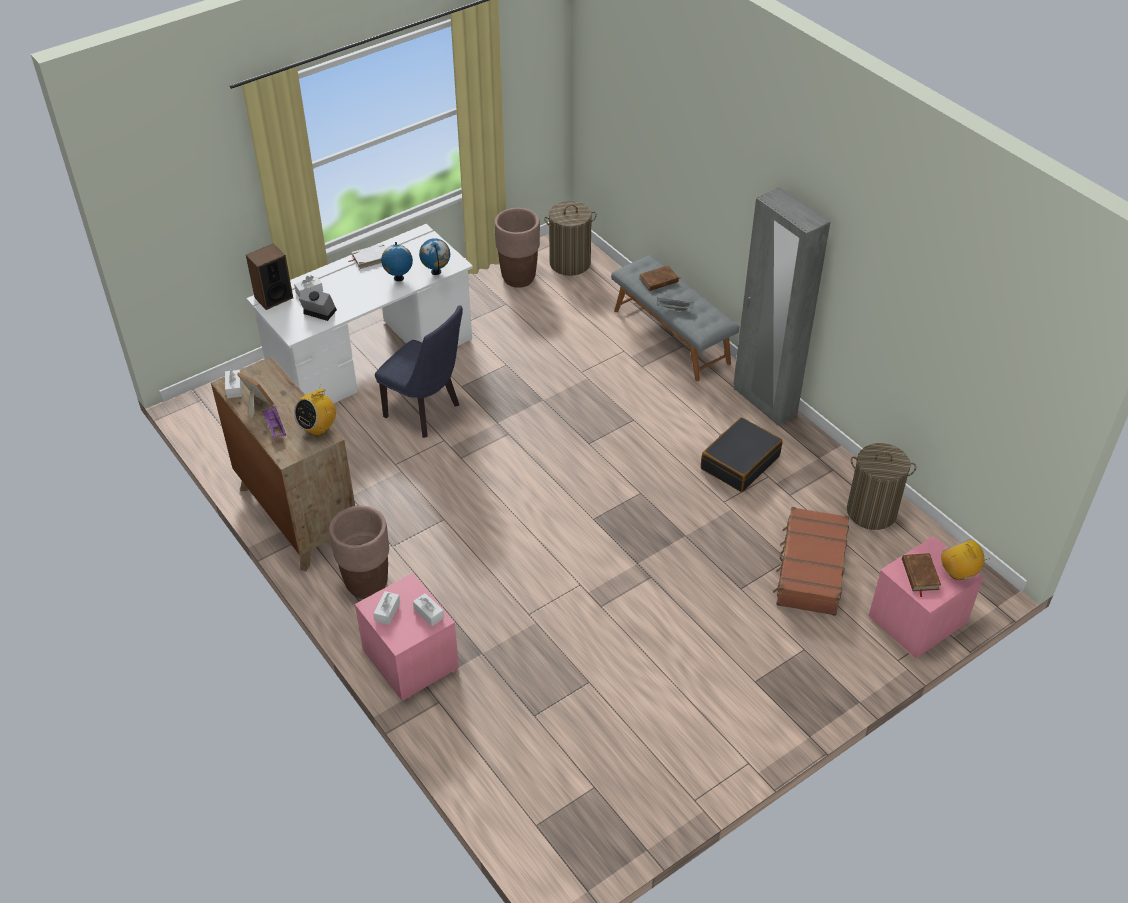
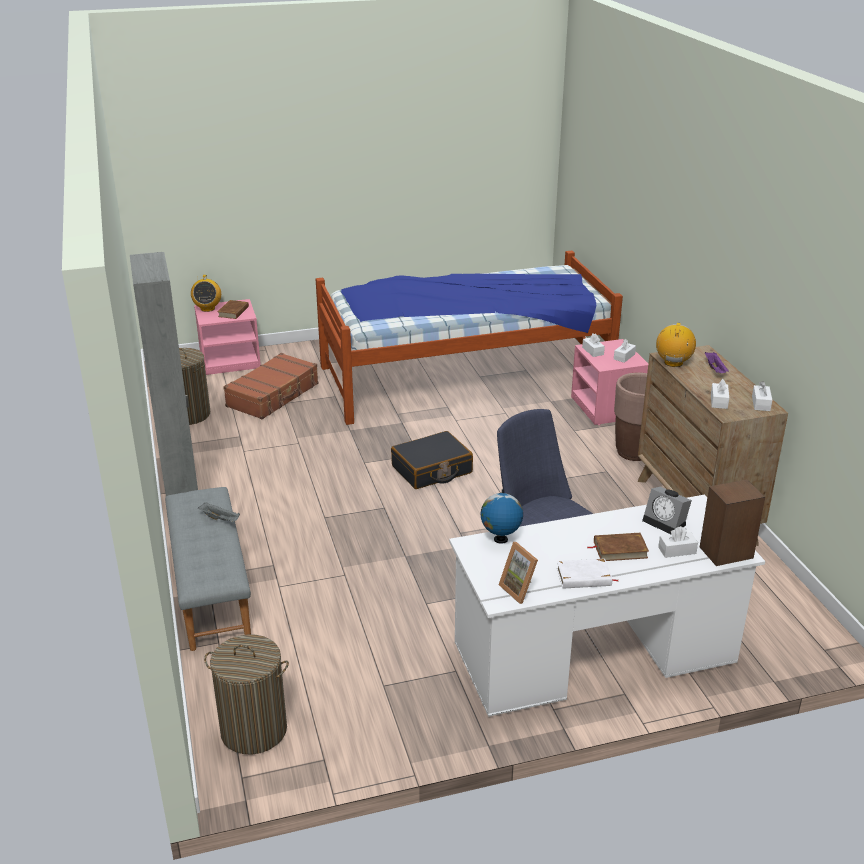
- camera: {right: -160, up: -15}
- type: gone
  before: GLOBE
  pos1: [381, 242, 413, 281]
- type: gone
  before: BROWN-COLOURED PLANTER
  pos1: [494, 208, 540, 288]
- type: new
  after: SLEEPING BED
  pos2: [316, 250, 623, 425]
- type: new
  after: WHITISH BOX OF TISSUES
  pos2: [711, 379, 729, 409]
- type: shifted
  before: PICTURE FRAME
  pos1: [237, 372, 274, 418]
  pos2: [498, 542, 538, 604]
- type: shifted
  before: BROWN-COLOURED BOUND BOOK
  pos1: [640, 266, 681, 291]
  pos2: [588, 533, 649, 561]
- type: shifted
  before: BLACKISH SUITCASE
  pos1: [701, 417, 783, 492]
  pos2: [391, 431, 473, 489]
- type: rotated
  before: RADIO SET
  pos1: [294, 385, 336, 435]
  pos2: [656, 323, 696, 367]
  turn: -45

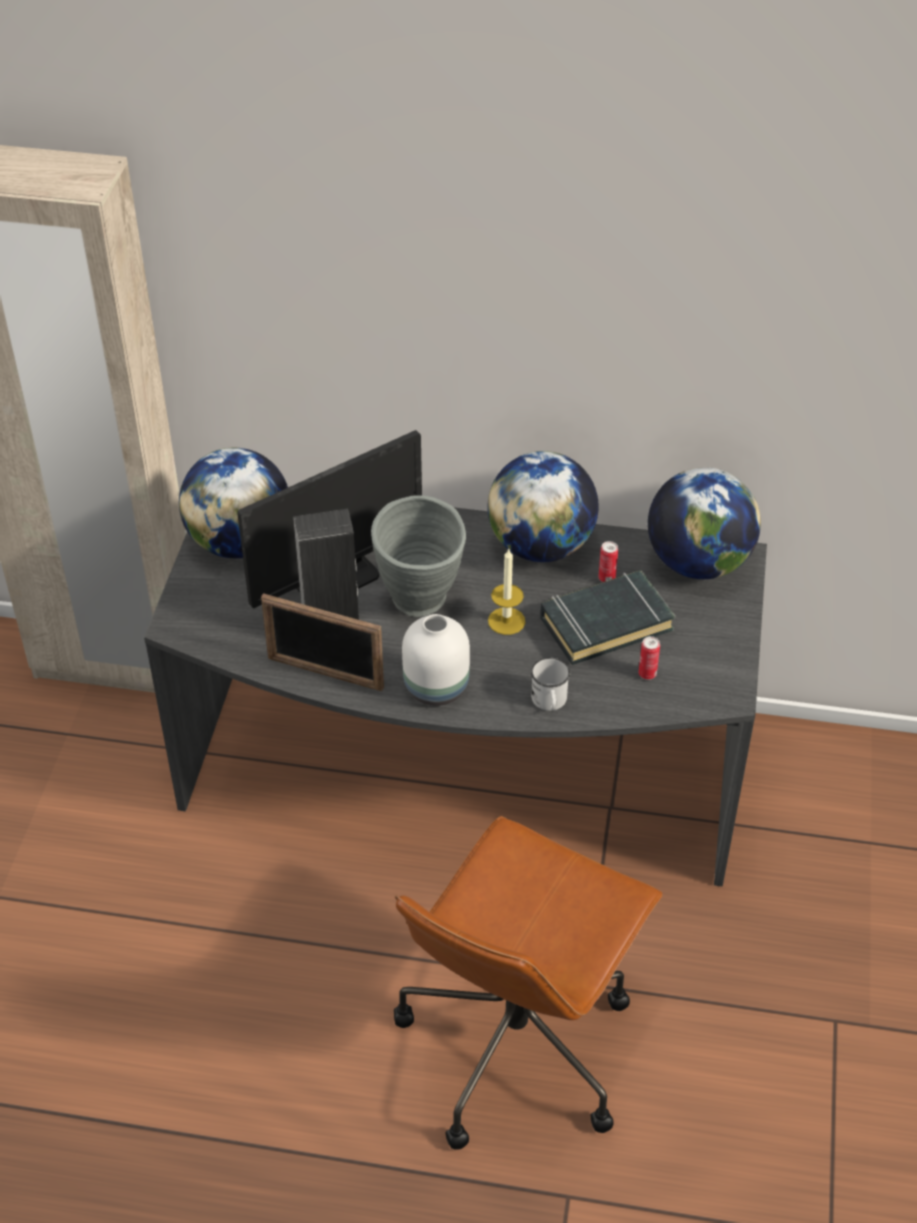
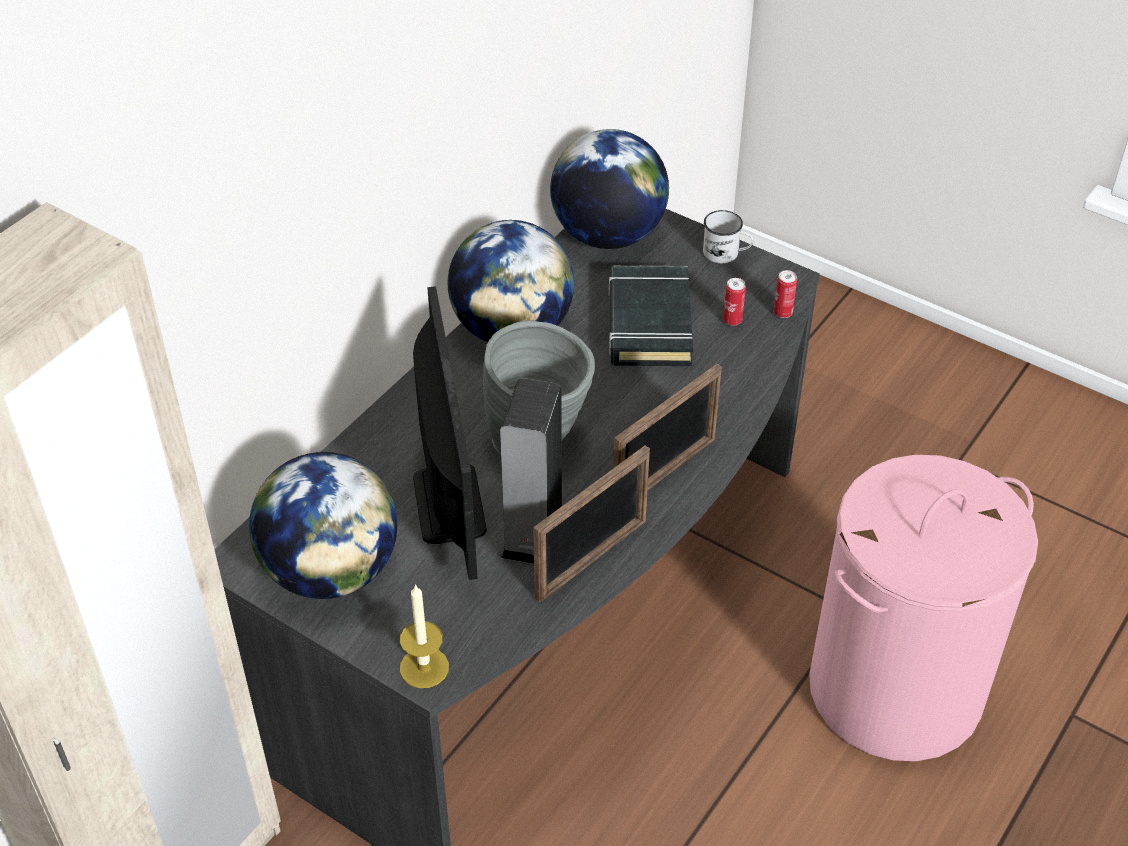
- camera: {right: -65, up: 0}
- type: shifted
  before: WAX CANDLE
  pos1: [488, 549, 525, 635]
  pos2: [400, 584, 449, 688]
- type: shifted
  before: WHITISH MUG
  pos1: [531, 658, 570, 711]
  pos2: [703, 210, 754, 263]
- type: shifted
  before: SEALED CAN
  pos1: [598, 541, 618, 582]
  pos2: [774, 270, 797, 318]
- type: swapped
  before: BROWN-COLOURED DESK CHAIR
  after: PINK-COLOURED LAUNDRY BASKET
  pos1: [394, 816, 662, 1150]
  pos2: [809, 455, 1038, 761]
- type: swapped
  before: WHITISH FLOWER VASE
  after: PICTURE FRAME
  pos1: [402, 614, 470, 706]
  pos2: [613, 364, 721, 490]

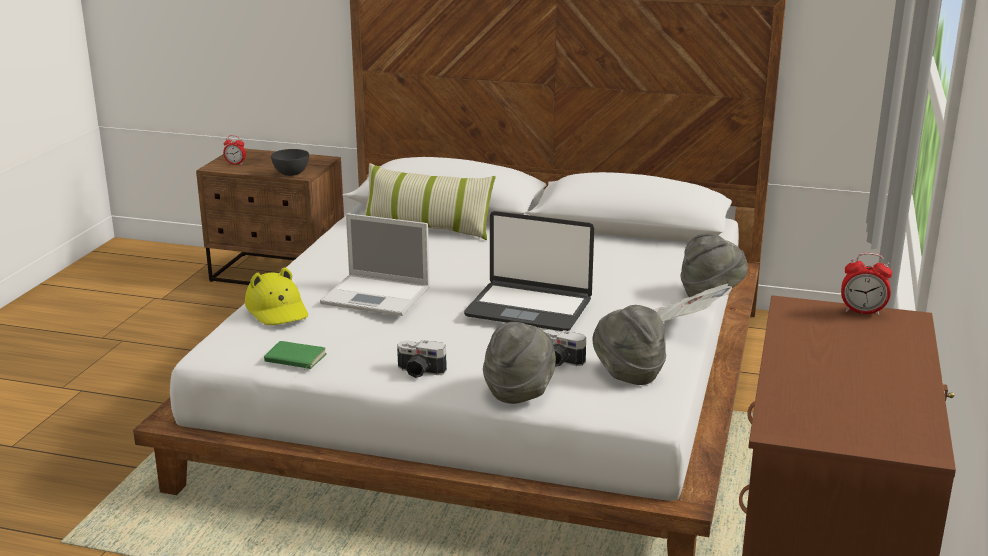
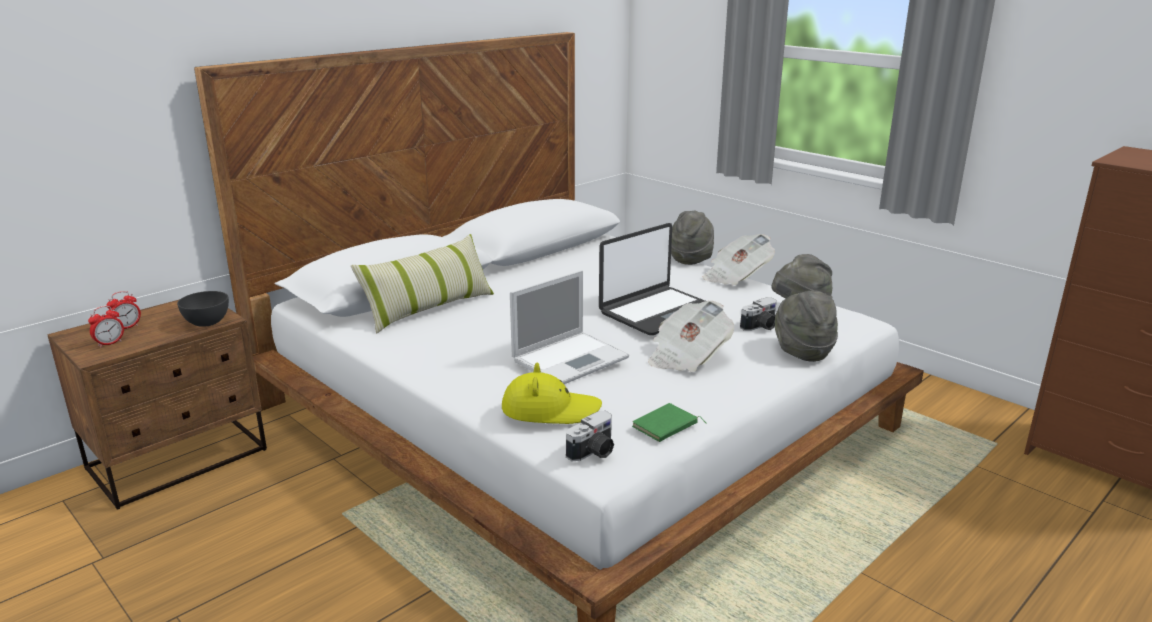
- camera: {right: -60, up: 0}
- type: new
  after: PRINTED PAPER
  pos2: [648, 301, 734, 372]
- type: shifted
  before: STILL CAMERA
  pos1: [397, 340, 447, 378]
  pos2: [566, 411, 614, 461]
- type: shifted
  before: BEDSIDE CLOCK
  pos1: [841, 253, 892, 316]
  pos2: [107, 291, 141, 329]

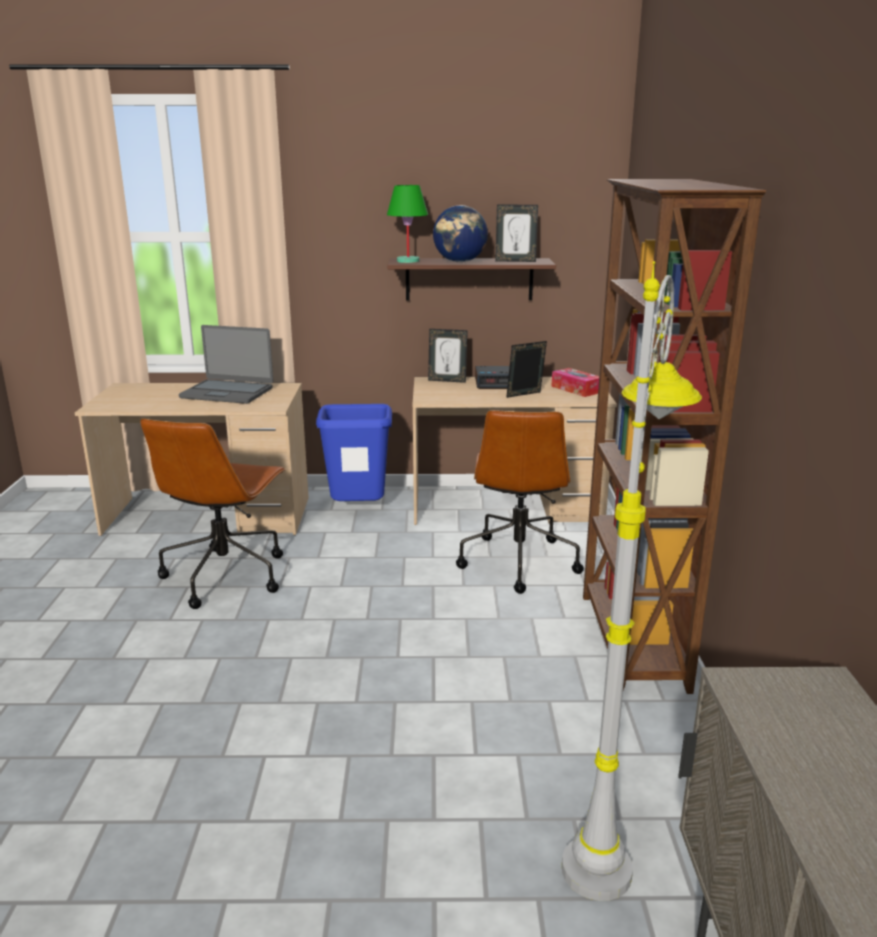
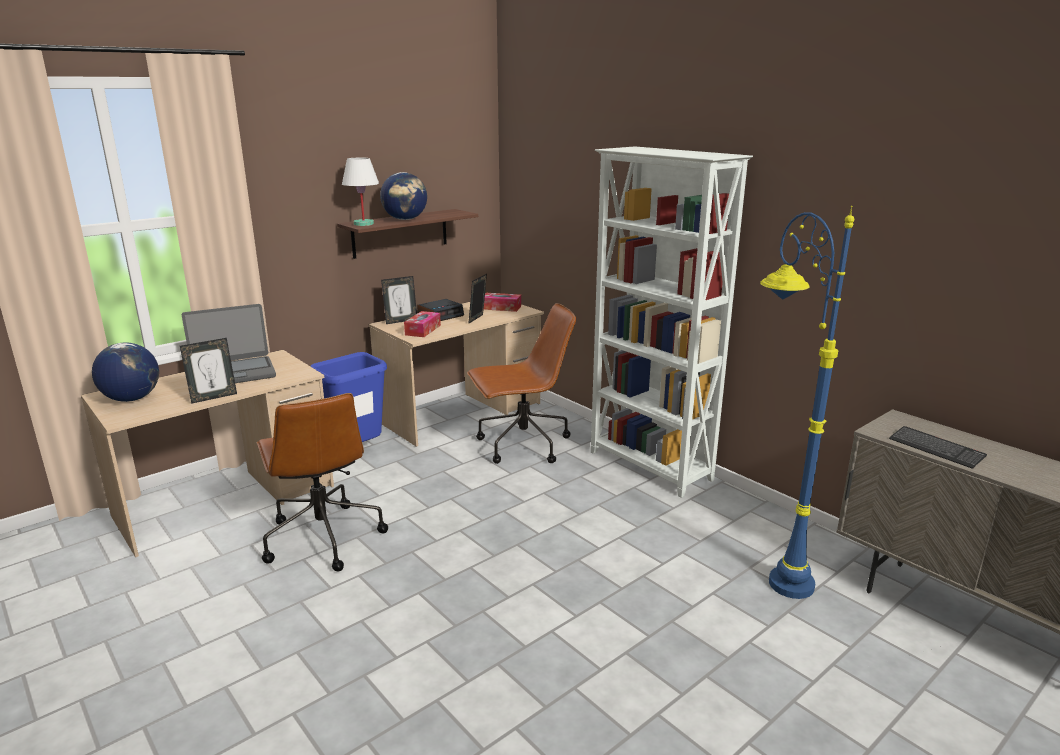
- camera: {right: -40, up: 0}
- type: new
  after: GLOBE
  pos2: [92, 343, 159, 402]
- type: new
  after: BOX OF TISSUES
  pos2: [404, 311, 441, 337]
- type: new
  after: COMPUTER KEYBOARD
  pos2: [889, 426, 987, 469]
- type: shifted
  before: PICTURE FRAME
  pos1: [495, 204, 538, 262]
  pos2: [180, 338, 237, 404]
- type: repainted
  before: GREEN TABLETOP LAMP
  after: WHITISH TABLETOP LAMP
  pos1: [387, 185, 428, 263]
  pos2: [342, 157, 379, 226]
- type: repainted
  before: GREYISH STANDARD LAMP
  after: BLUE STANDARD LAMP
  pos1: [562, 261, 702, 901]
  pos2: [760, 206, 855, 599]
- type: repainted
  before: BROWN-COLOURED BOOKSHELF
  after: WHITISH BOOKSHELF
  pos1: [583, 179, 766, 694]
  pos2: [591, 146, 753, 498]
- type: rotated
  before: BROWN-COLOURED DESK CHAIR
  pos1: [456, 410, 584, 594]
  pos2: [467, 303, 576, 464]
  turn: -75

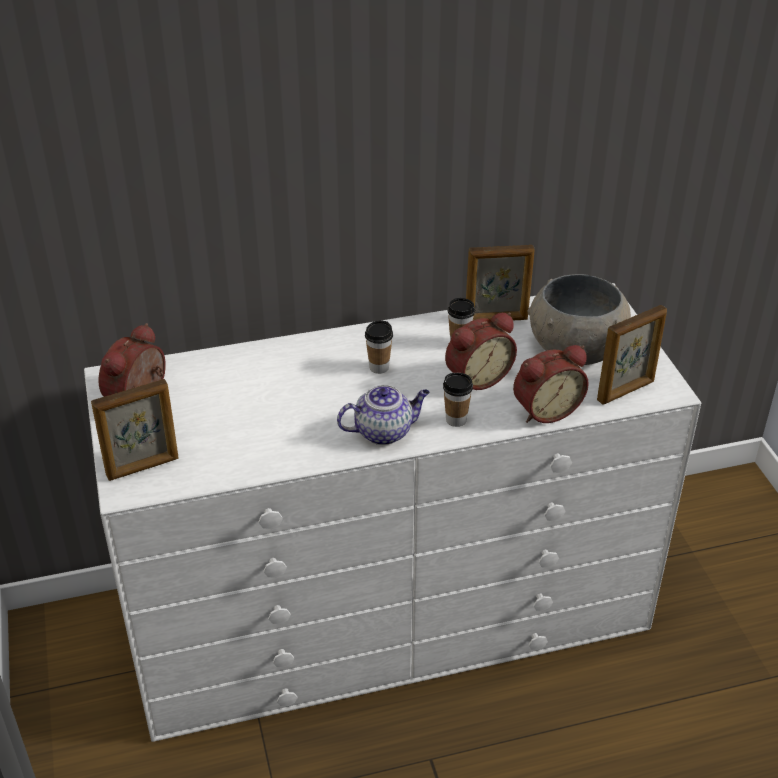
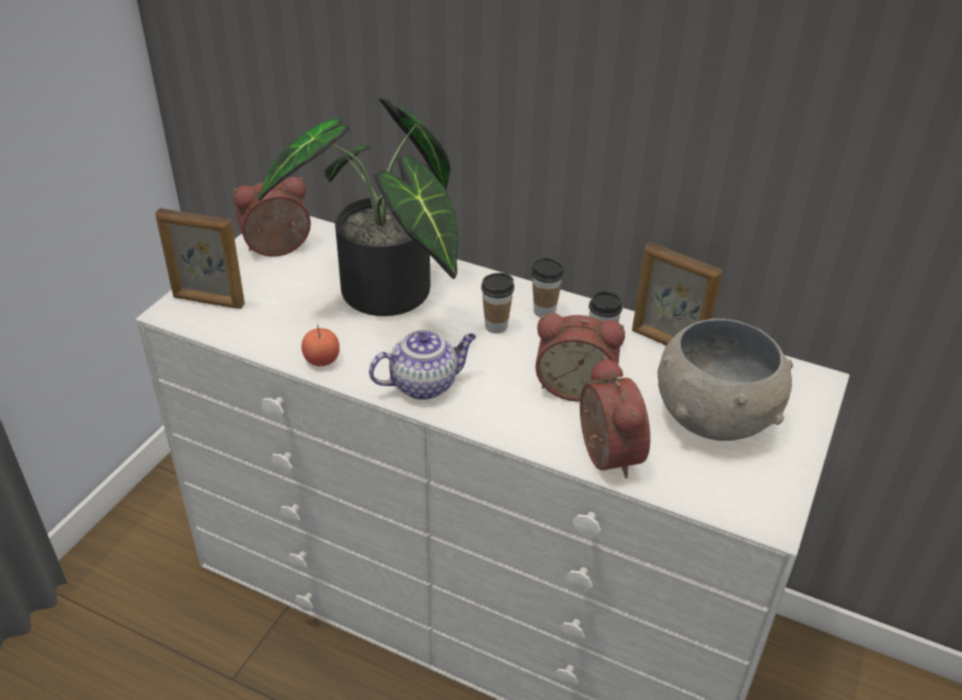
- camera: {right: 40, up: 0}
- type: gone
  before: PICTURE FRAME
  pos1: [597, 305, 667, 405]
- type: new
  after: HOUSEPLANT
  pos2: [258, 98, 458, 316]
- type: new
  after: APPLE FRUIT
  pos2: [301, 324, 340, 366]
- type: shifted
  before: DRINKING CUP
  pos1: [443, 373, 473, 427]
  pos2: [531, 258, 564, 317]
- type: rotated
  before: TEA POT
  pos1: [337, 385, 430, 445]
  pos2: [369, 330, 476, 400]
  turn: -45
- type: rotated
  before: BEDSIDE CLOCK
  pos1: [513, 345, 589, 423]
  pos2: [580, 357, 650, 479]
  turn: -120

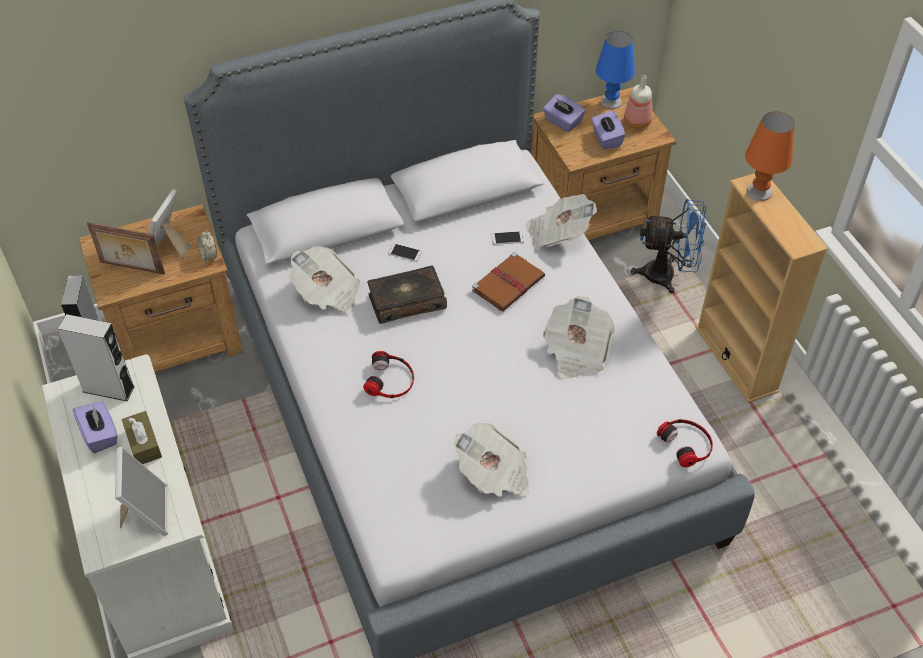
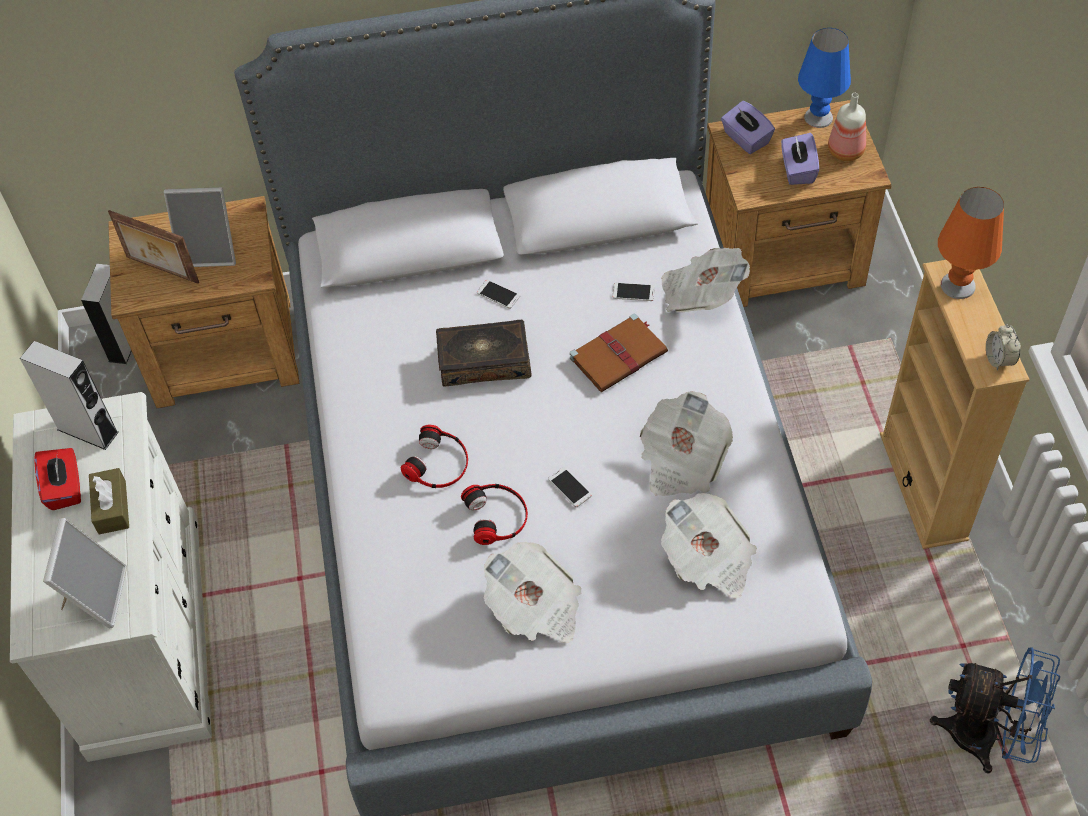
- camera: {right: 15, up: 5}
- type: new
  after: PHONE
  pos2: [548, 467, 592, 507]
- type: shifted
  before: BEDSIDE CLOCK
  pos1: [198, 230, 217, 262]
  pos2: [986, 324, 1021, 371]
- type: shifted
  before: PRINTED PAPER
  pos1: [289, 246, 360, 313]
  pos2: [661, 493, 757, 599]
- type: shifted
  before: BLUE FAN
  pos1: [631, 199, 706, 294]
  pos2: [930, 647, 1060, 774]
- type: shifted
  before: HEADPHONES
  pos1: [657, 419, 713, 467]
  pos2: [461, 484, 528, 545]
- type: repainted
  before: PURPLE BOX OF TISSUES
  after: RED BOX OF TISSUES
  pos1: [73, 401, 118, 453]
  pos2: [34, 448, 81, 510]
- type: rotated
  before: PICTURE FRAME
  pos1: [148, 189, 192, 260]
  pos2: [164, 187, 236, 267]
  turn: -120

